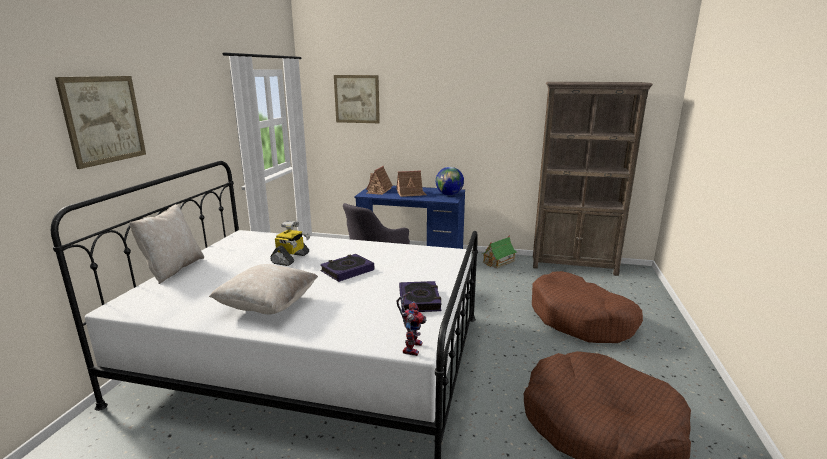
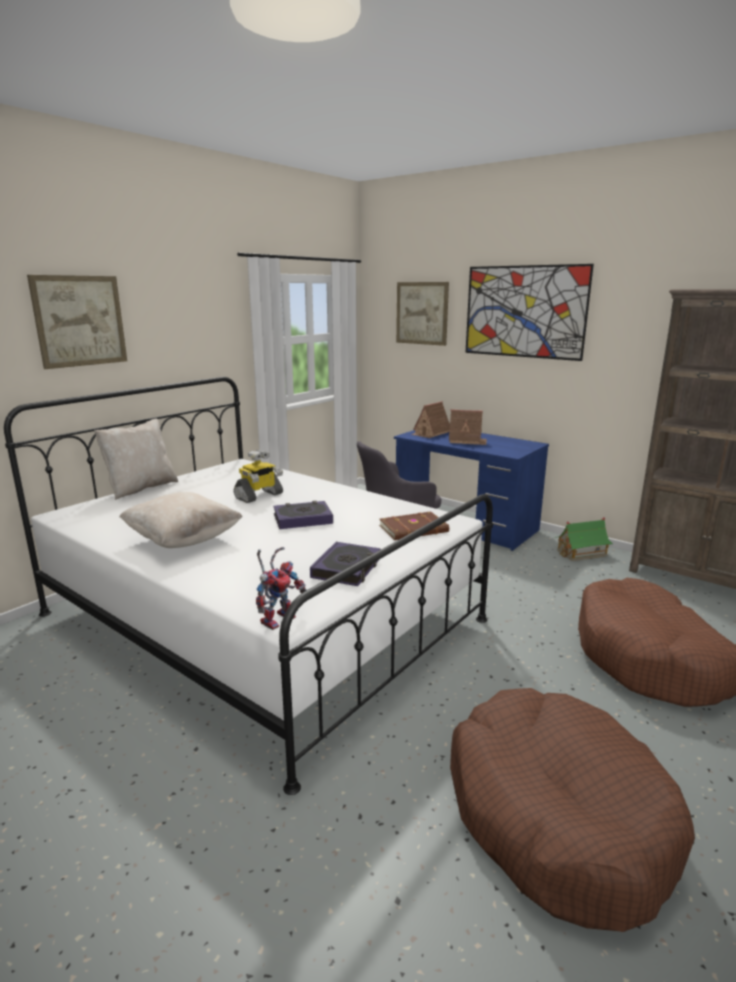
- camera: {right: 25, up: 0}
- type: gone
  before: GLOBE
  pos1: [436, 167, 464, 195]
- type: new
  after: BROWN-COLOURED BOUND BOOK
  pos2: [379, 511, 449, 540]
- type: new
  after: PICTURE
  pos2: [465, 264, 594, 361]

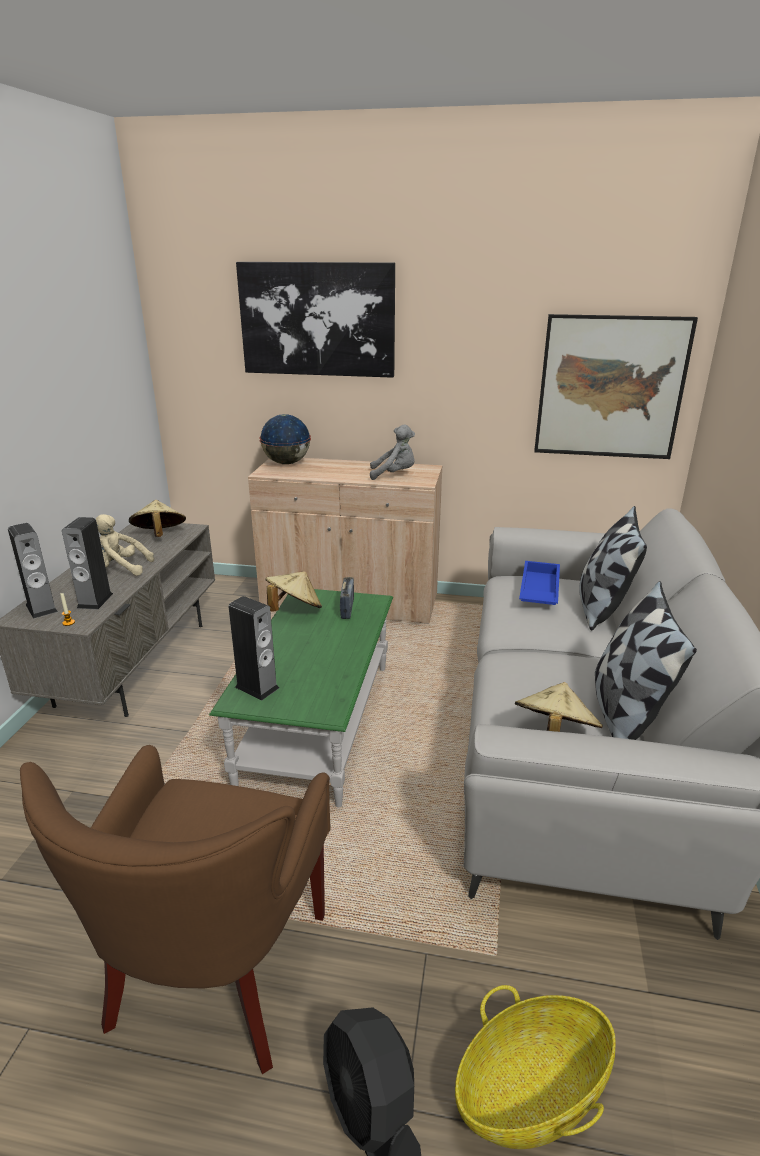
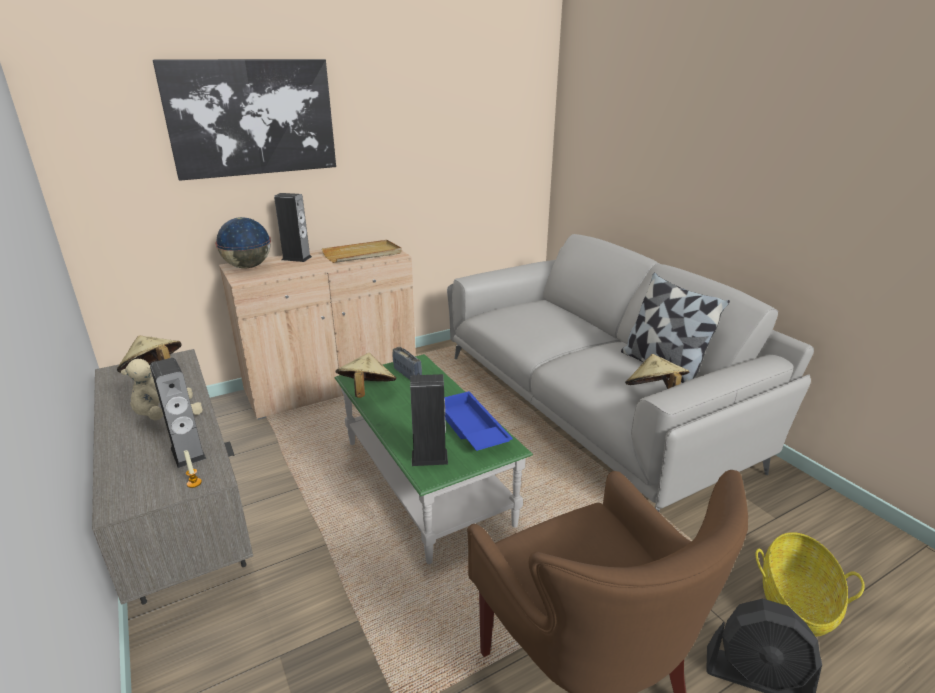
- camera: {right: -40, up: 0}
- type: gone
  before: PICTURE
  pos1: [534, 314, 698, 459]
- type: gone
  before: CUSHION
  pos1: [579, 506, 647, 631]
- type: shifted
  before: SPEAKER
  pos1: [8, 523, 58, 619]
  pos2: [274, 193, 312, 262]
- type: shifted
  before: BLUE SERVING TRAY
  pos1: [519, 561, 560, 605]
  pos2: [444, 391, 513, 451]
- type: swapped
  before: GREYISH PLUSH TOY
  after: BEIGE SERVING TRAY
  pos1: [370, 424, 415, 480]
  pos2: [322, 240, 402, 263]

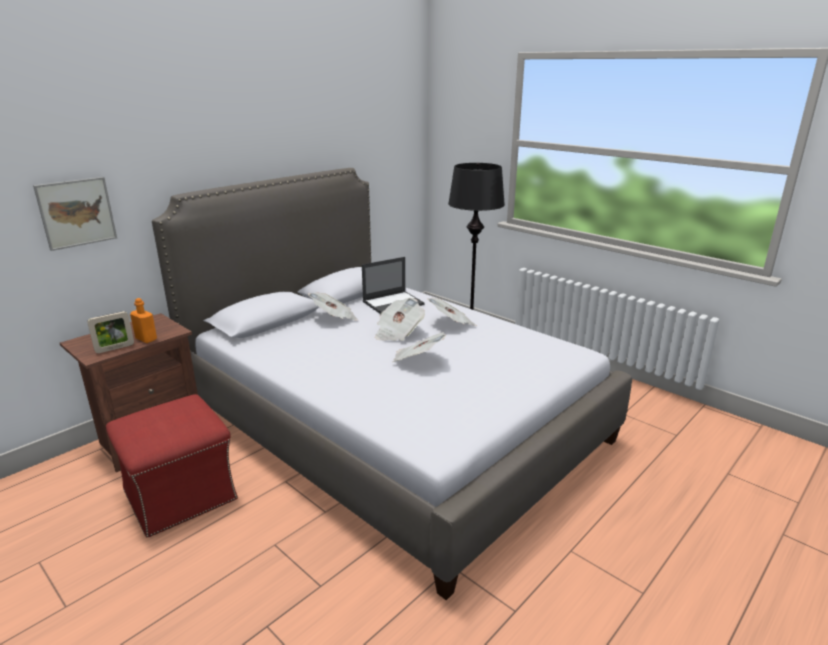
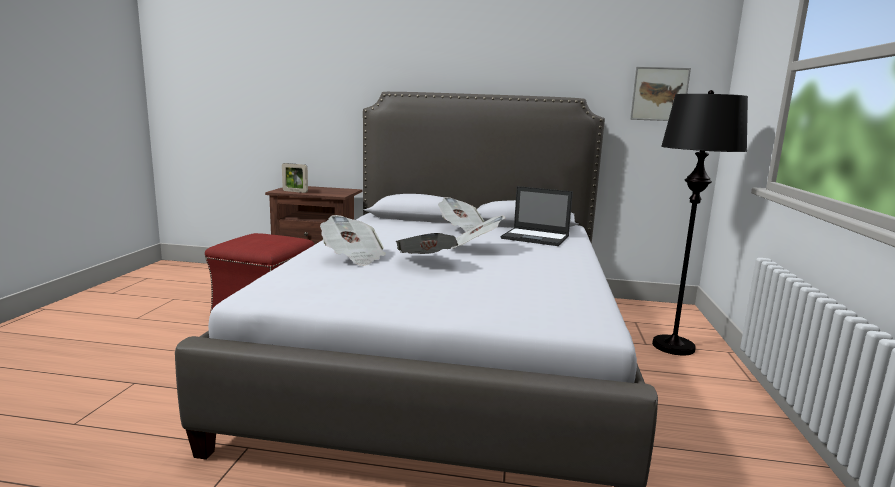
- camera: {right: 55, up: -10}
- type: gone
  before: ORANGE-COLOURED BEVERAGE BOTTLE
  pos1: [130, 298, 157, 343]
- type: shifted
  before: PICTURE
  pos1: [33, 177, 117, 251]
  pos2: [630, 67, 691, 121]
- type: shifted
  before: PRINTED PAPER
  pos1: [427, 298, 477, 326]
  pos2: [320, 215, 386, 266]

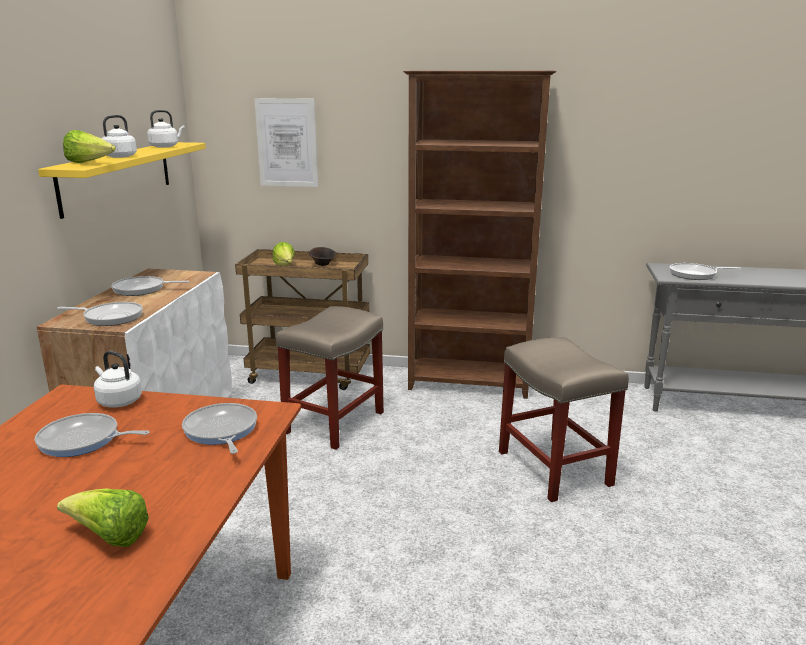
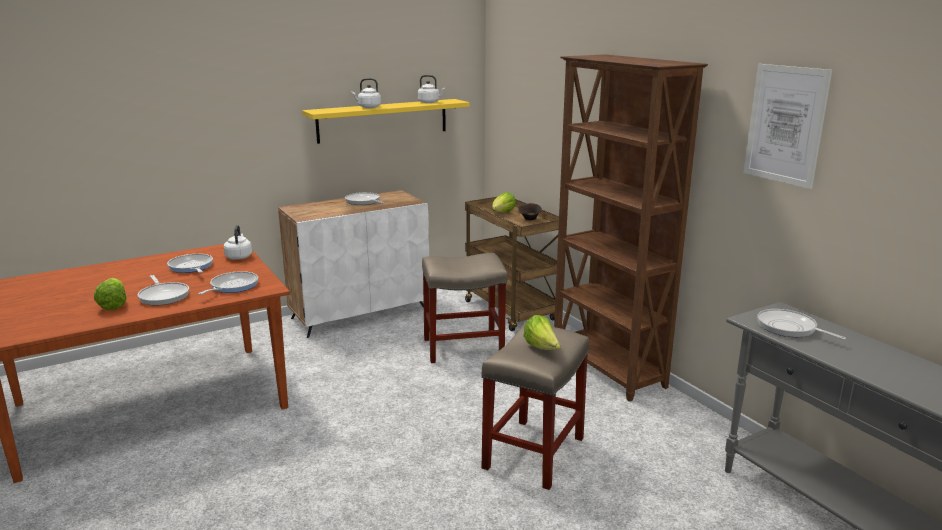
- camera: {right: 50, up: 0}
- type: shifted
  before: PAN
  pos1: [57, 302, 143, 326]
  pos2: [138, 275, 189, 306]
- type: shifted
  before: LETTUCE
  pos1: [63, 130, 116, 163]
  pos2: [523, 315, 560, 350]
- type: shifted
  before: PICTURE
  pos1: [254, 98, 318, 187]
  pos2: [743, 64, 832, 189]

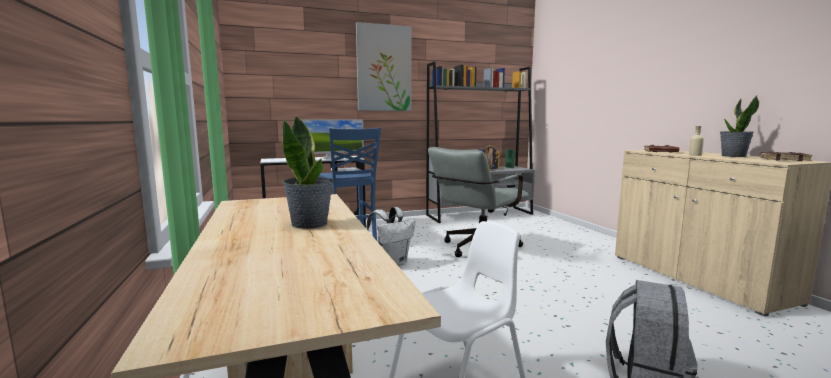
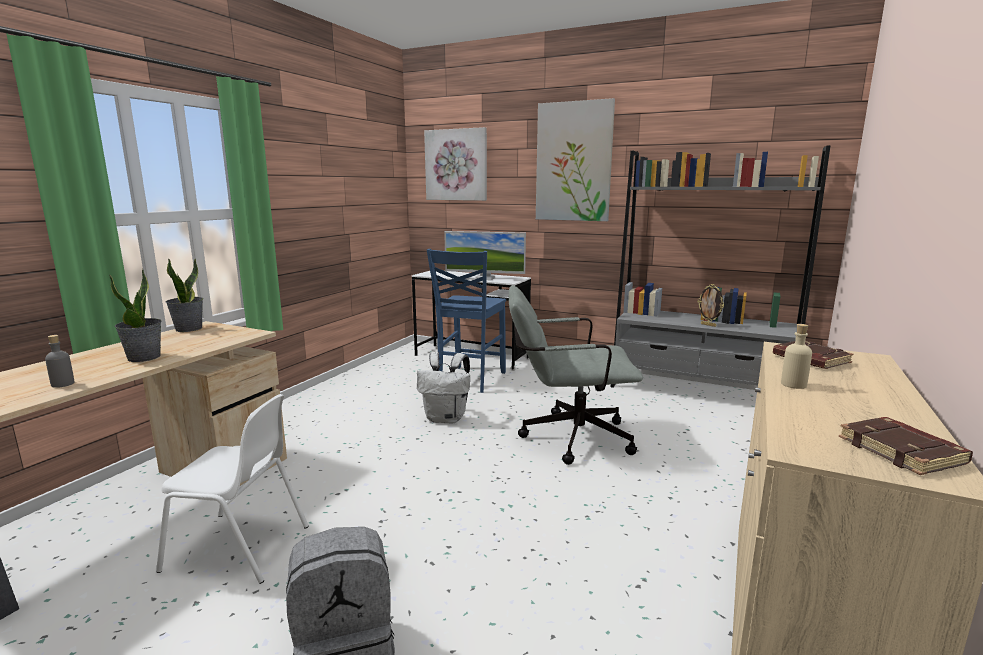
- camera: {right: 45, up: 5}
- type: new
  after: GREYISH BEVERAGE BOTTLE
  pos2: [45, 335, 75, 388]
- type: new
  after: PICTURE
  pos2: [424, 127, 487, 201]
- type: shifted
  before: HOUSEPLANT
  pos1: [720, 95, 759, 157]
  pos2: [166, 259, 203, 332]

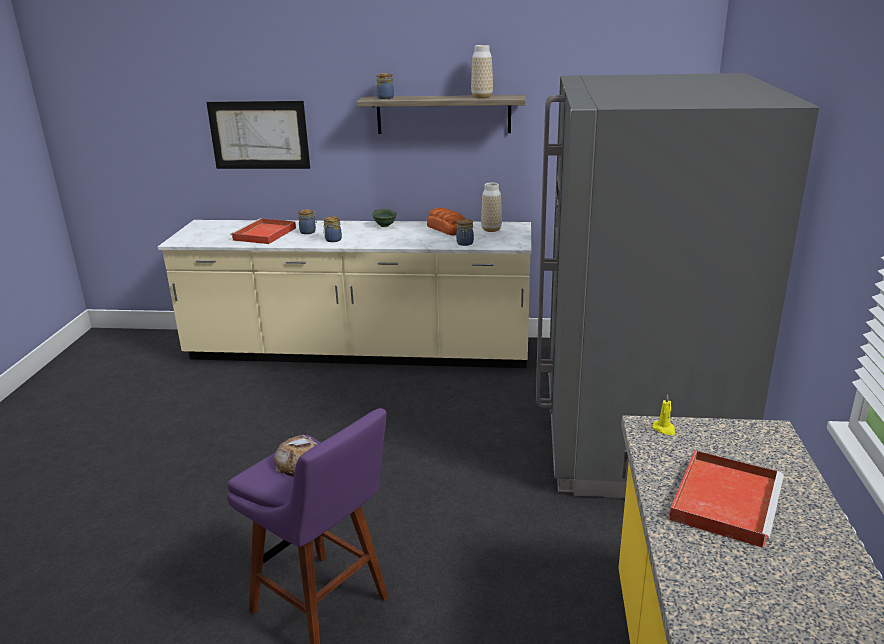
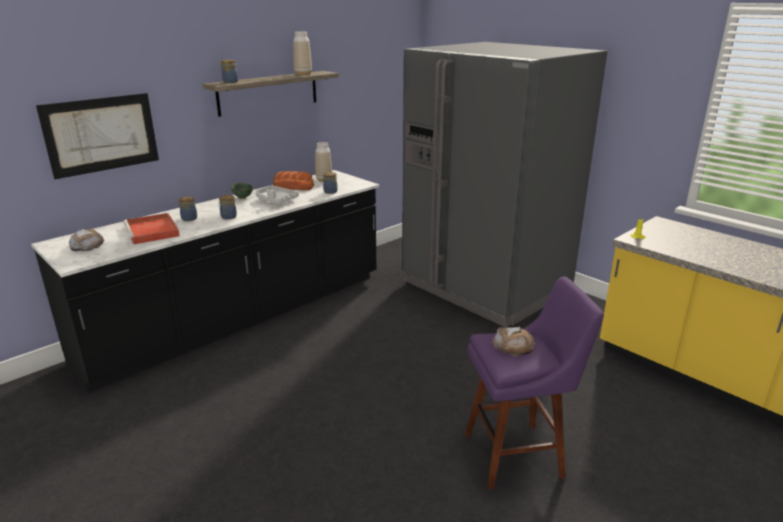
- camera: {right: -50, up: 0}
- type: gone
  before: RED SERVING TRAY
  pos1: [669, 450, 784, 548]
- type: new
  after: BAKERY BREAD
  pos2: [69, 228, 104, 251]
- type: new
  after: GREYISH SERVING TRAY
  pos2: [256, 185, 299, 204]
- type: repainted
  before: BEIGE KITCHEN COUNTER
  after: BLACKISH KITCHEN COUNTER
  pos1: [158, 220, 532, 368]
  pos2: [31, 170, 379, 393]

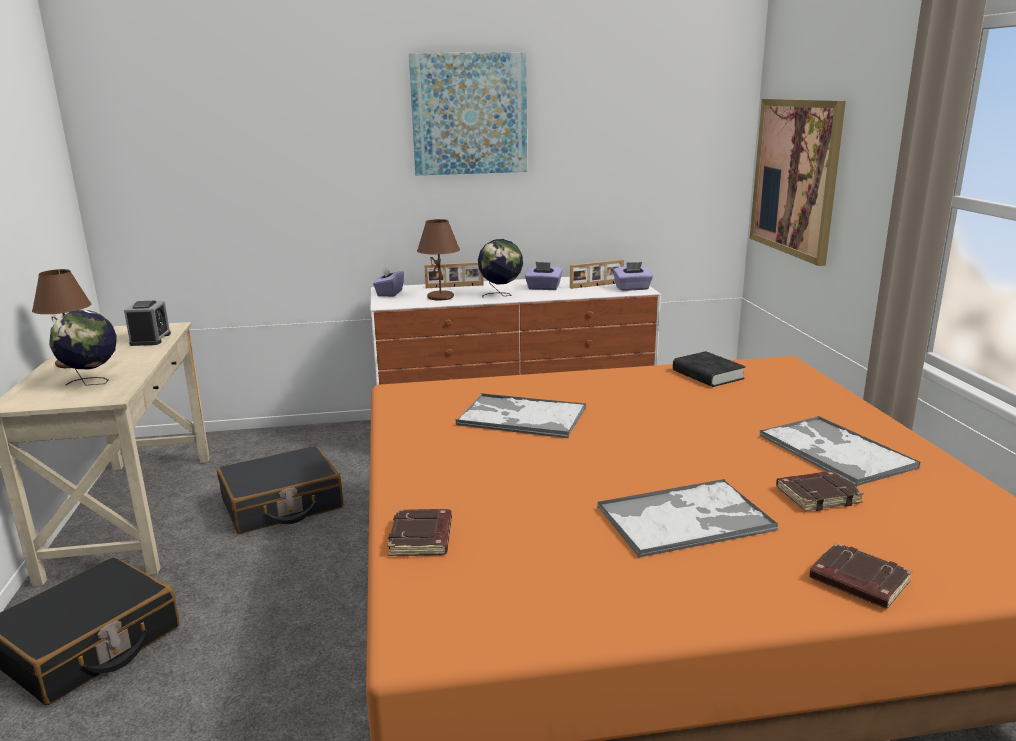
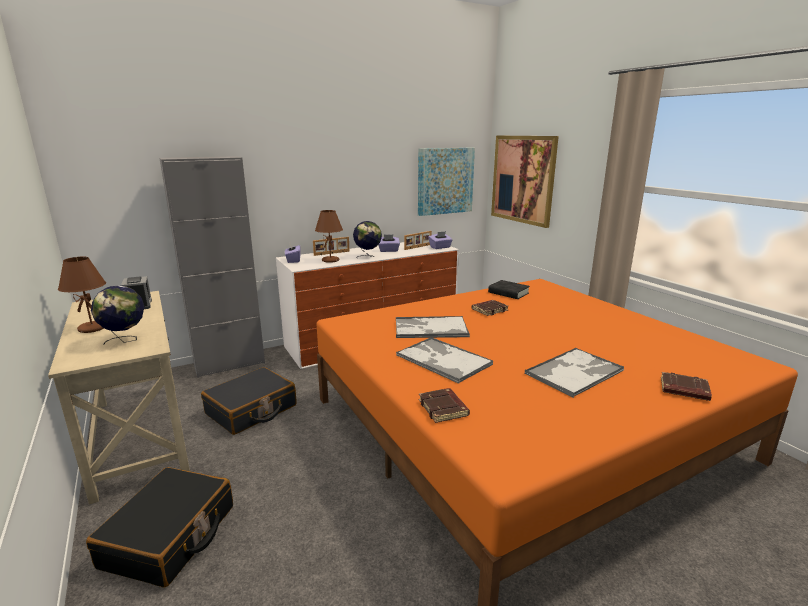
- camera: {right: -20, up: 0}
- type: new
  after: GREYISH CABINET
  pos2: [159, 156, 265, 378]
- type: shifted
  before: PICTURE
  pos1: [409, 52, 527, 175]
  pos2: [418, 148, 475, 216]
- type: shifted
  before: SERVING TRAY
  pos1: [760, 416, 920, 487]
  pos2: [396, 337, 493, 384]
- type: shifted
  before: BROWN-COLOURED BOUND BOOK
  pos1: [776, 471, 864, 511]
  pos2: [472, 300, 508, 316]

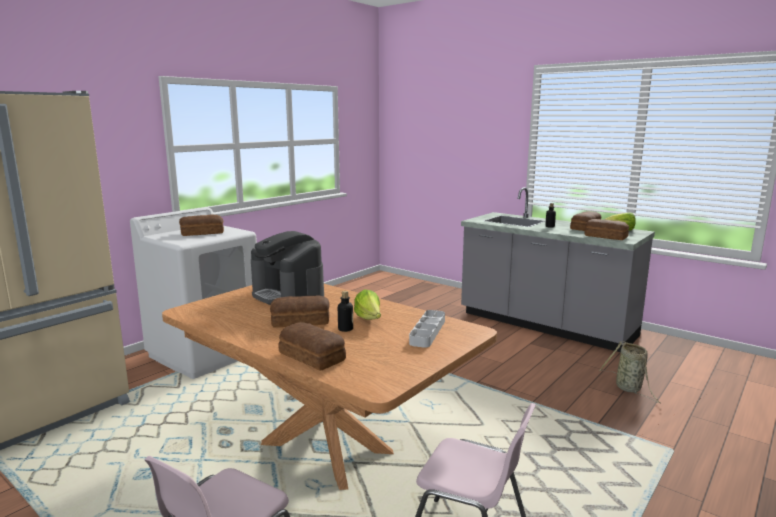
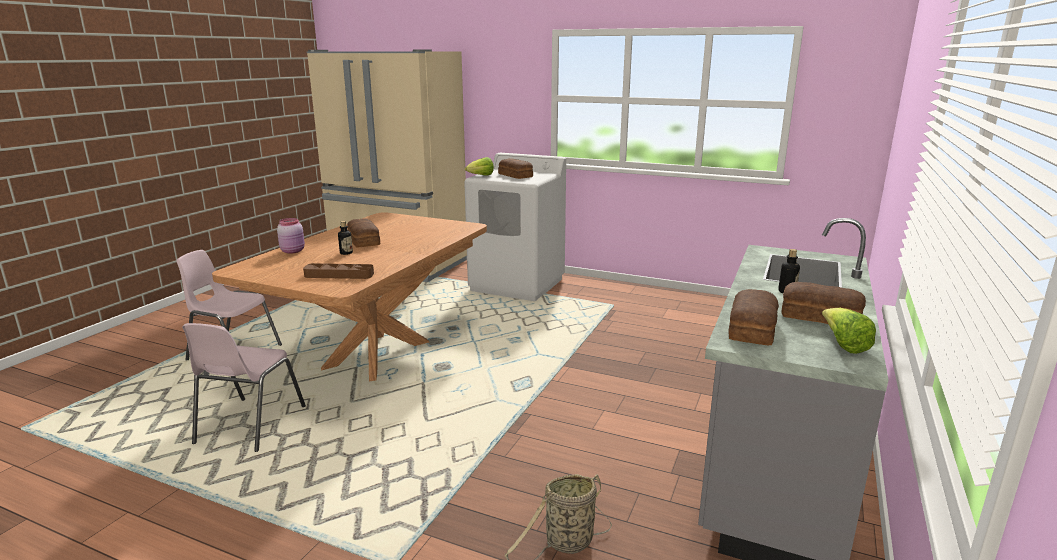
- camera: {right: 75, up: 5}
- type: gone
  before: COFFEE BREWER
  pos1: [251, 231, 324, 305]
- type: shifted
  before: LETTUCE
  pos1: [354, 289, 381, 320]
  pos2: [465, 157, 494, 176]
- type: swapped
  before: BAKERY BREAD
  after: PINK-COLOURED JAR
  pos1: [279, 322, 346, 371]
  pos2: [277, 218, 305, 254]
- type: repainted
  before: GREYISH SERVING TRAY
  after: BROWN-COLOURED SERVING TRAY
  pos1: [409, 310, 445, 348]
  pos2: [303, 263, 374, 279]

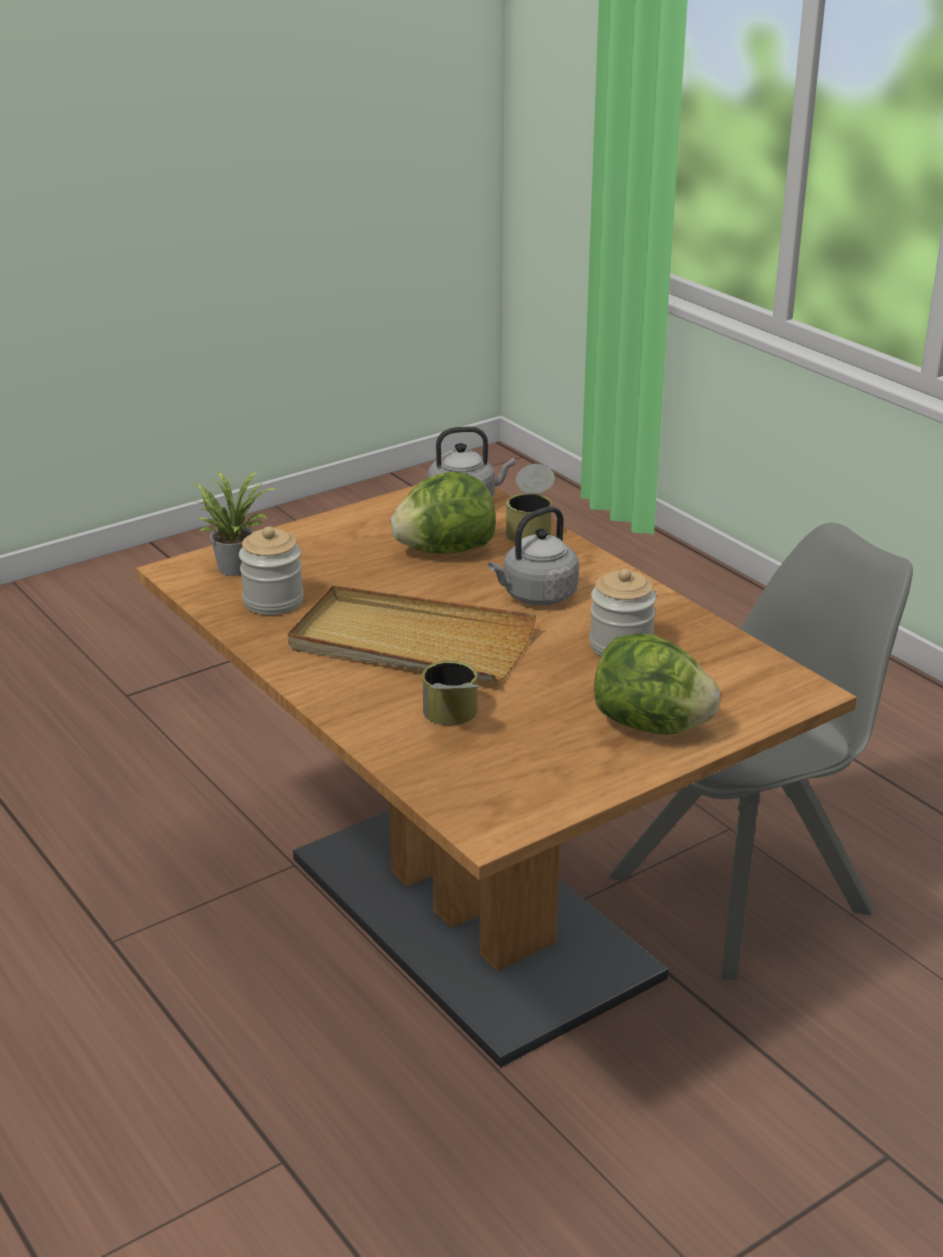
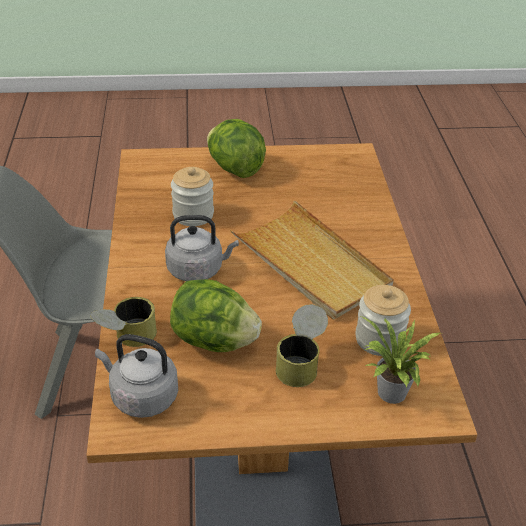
- camera: {right: -150, up: 10}
- type: shifted
  before: SEALED CAN
  pos1: [422, 660, 481, 725]
  pos2: [276, 304, 328, 387]

